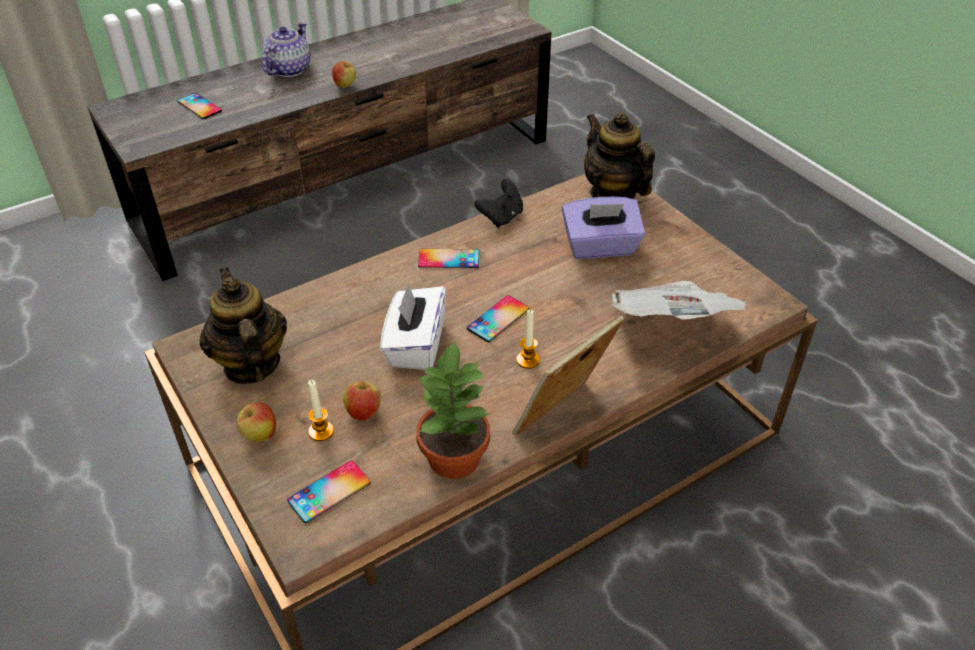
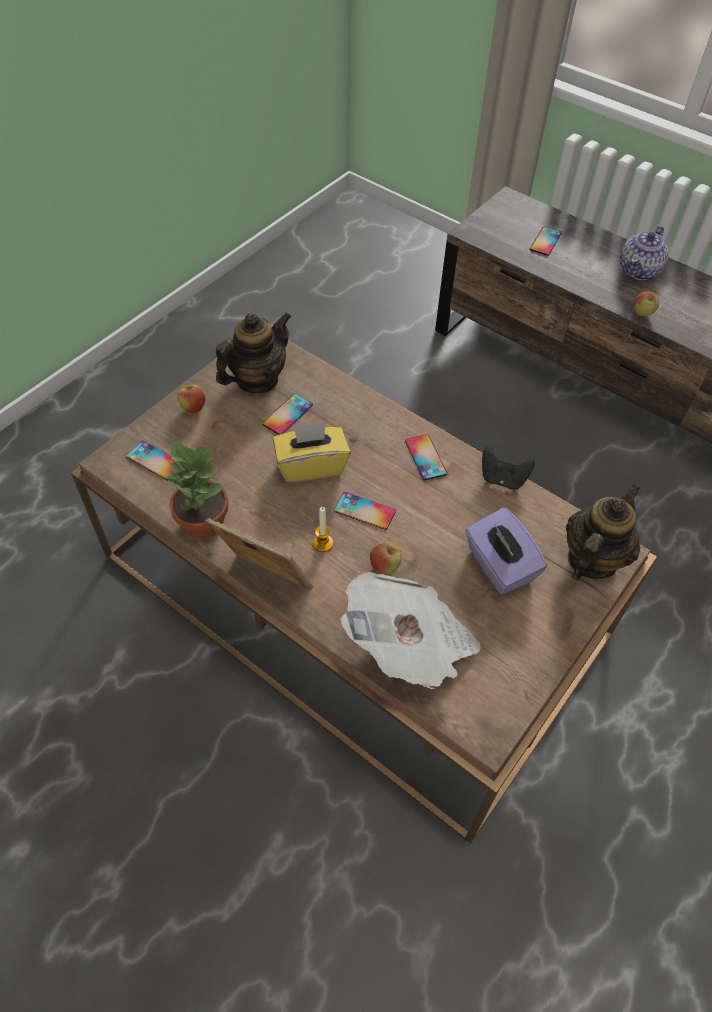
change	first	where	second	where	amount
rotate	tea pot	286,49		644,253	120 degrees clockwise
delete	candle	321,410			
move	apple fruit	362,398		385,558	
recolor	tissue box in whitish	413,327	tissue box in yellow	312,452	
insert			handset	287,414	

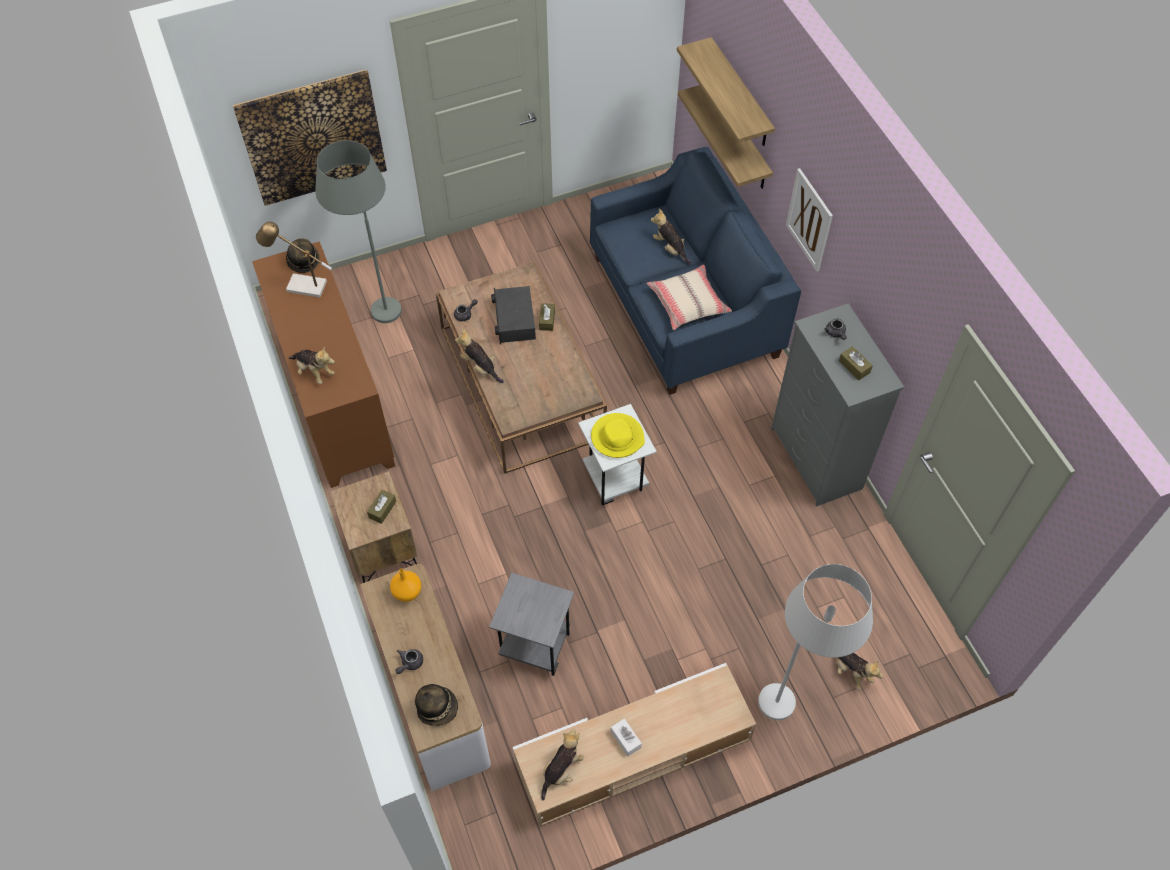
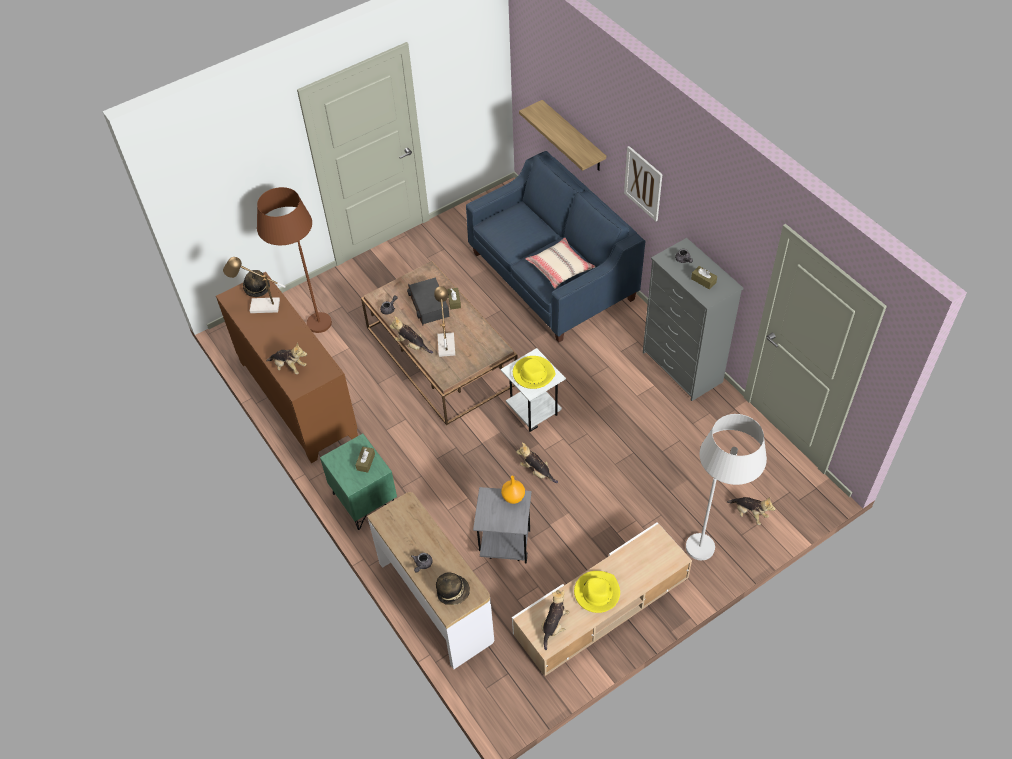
change	first	where	second	where	amount
delete	wall art	310,137			
recolor	floor lamp in greyish	358,231	floor lamp in brown	294,260	
recolor	nightstand in brown	373,527	nightstand in green-coloured	358,482	
move	flower vase in orangey	405,585		513,490	
replace	tissue box in whitish	626,737	hat in yellow	597,592	
move	plush toy	671,236		537,463	
delete	shelf	726,91			
insert			lamp for a table	444,321	

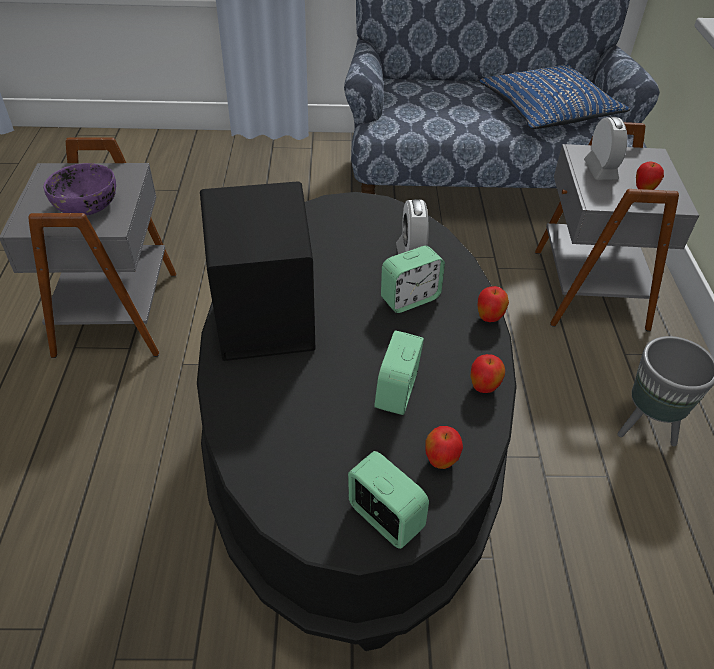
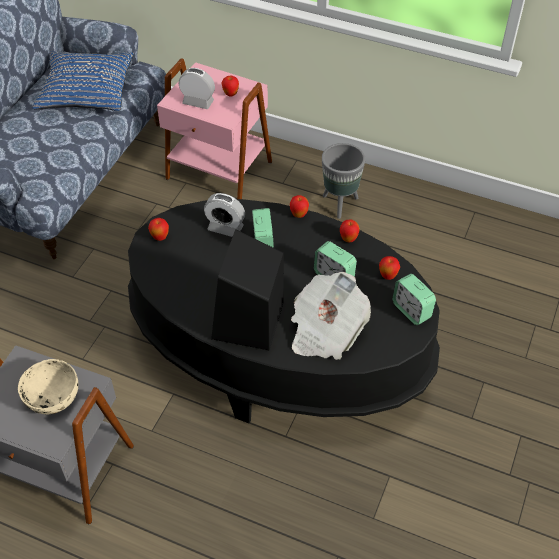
change	first	where	second	where	amount
recolor	deep dish in purplish	79,189	deep dish in sand-coloured	48,386	
rotate	alarm clock	388,500		414,299	105 degrees counterclockwise
recolor	side table in greyish	617,227	side table in pink-coloured	214,128	
insert			apple fruit	158,229	
insert			daily paper	331,316	

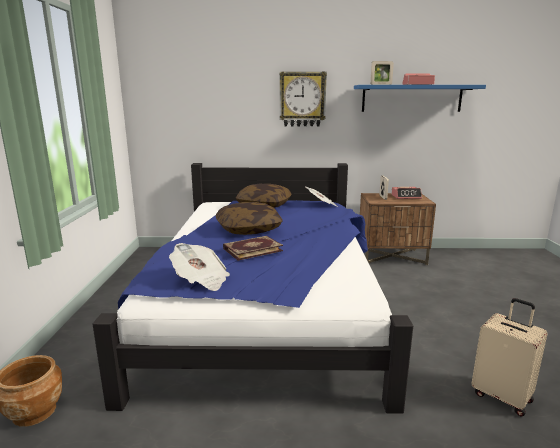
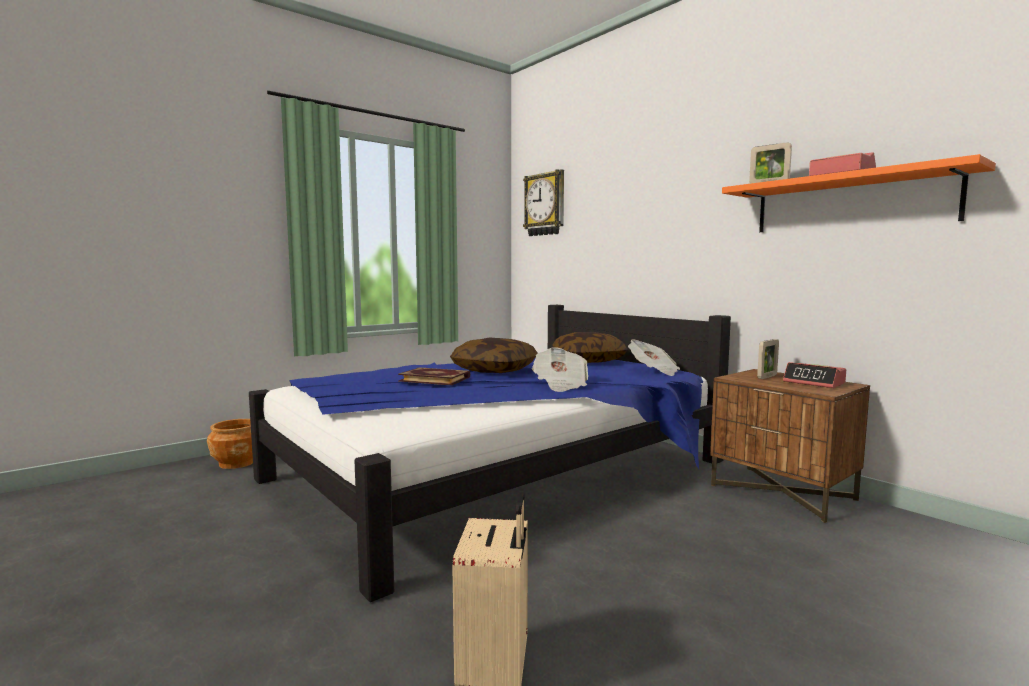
change	first	where	second	where	amount
move	daily paper	199,267		560,369	
move	hanging clock	303,98		543,202	
recolor	shelf in blue-coloured	420,98	shelf in orangey	859,193	

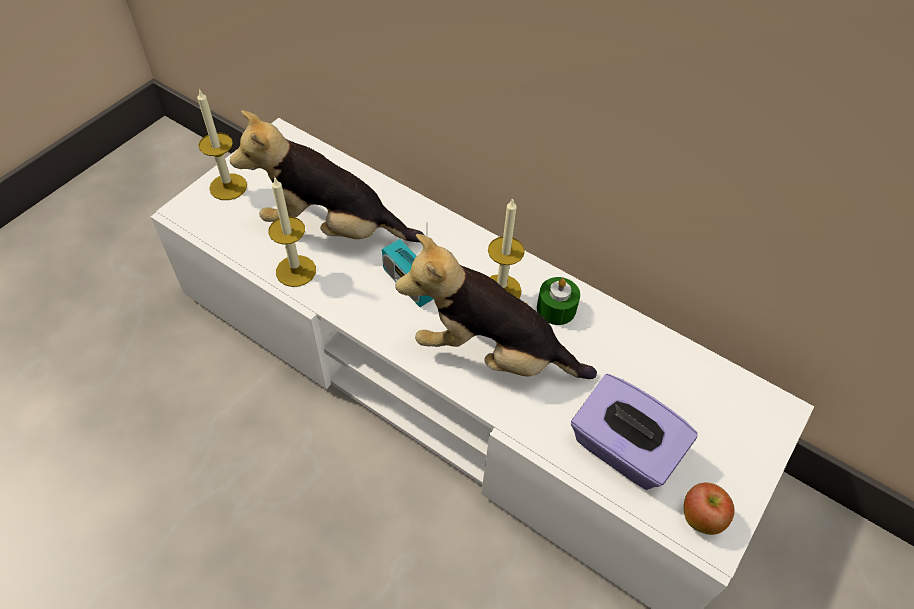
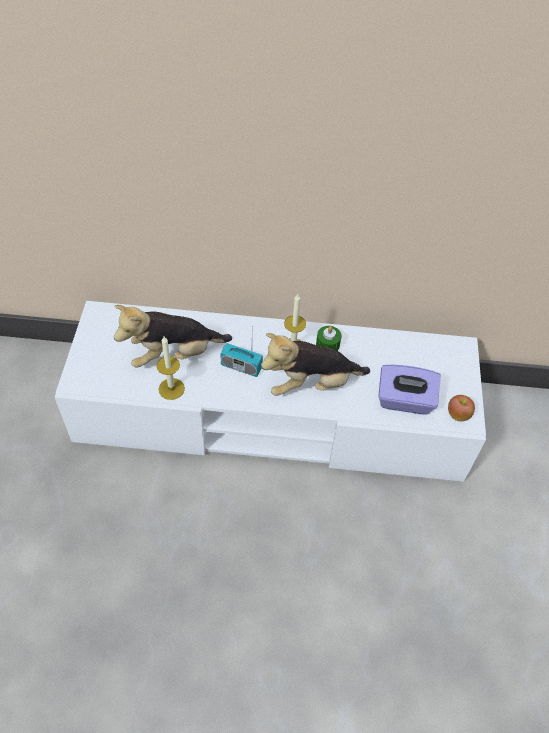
change	first	where	second	where	amount
delete	candle	222,144			

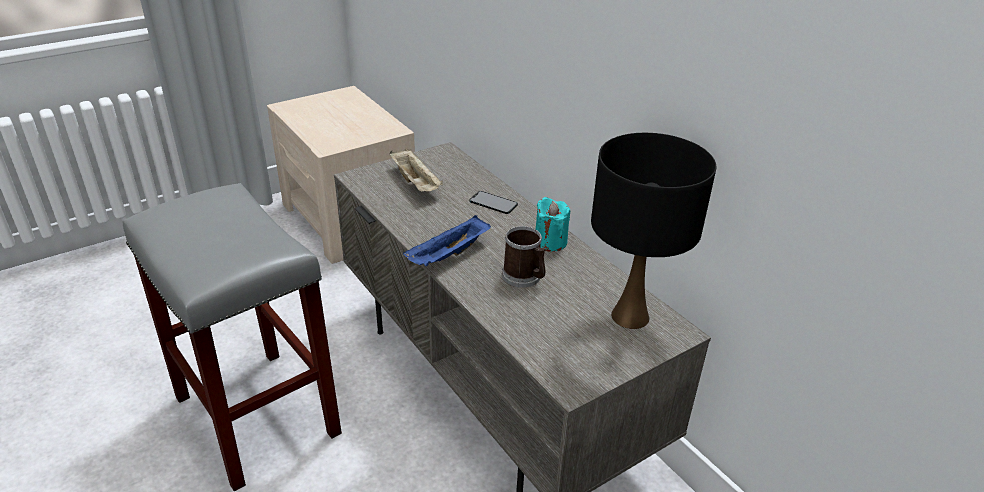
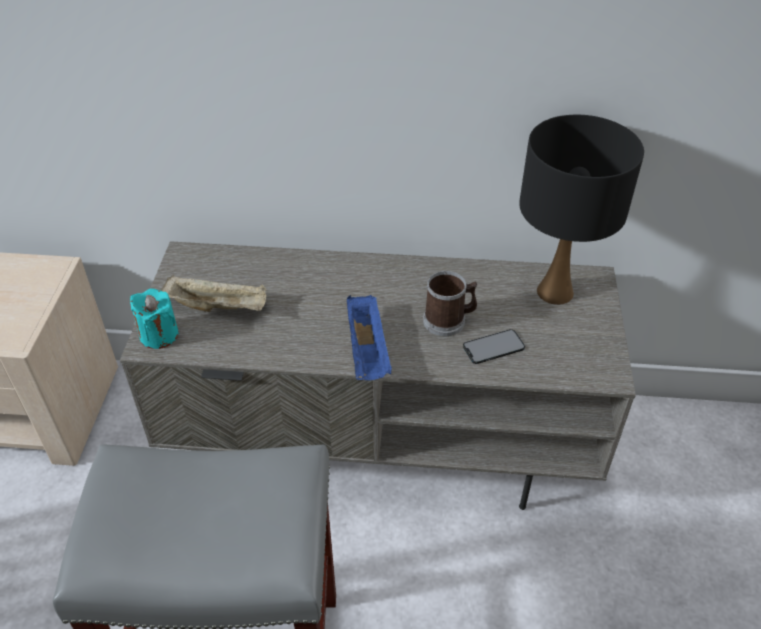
change	first	where	second	where	amount
move	handset	493,202		494,346	
move	candle in turquoise	553,224		154,318	

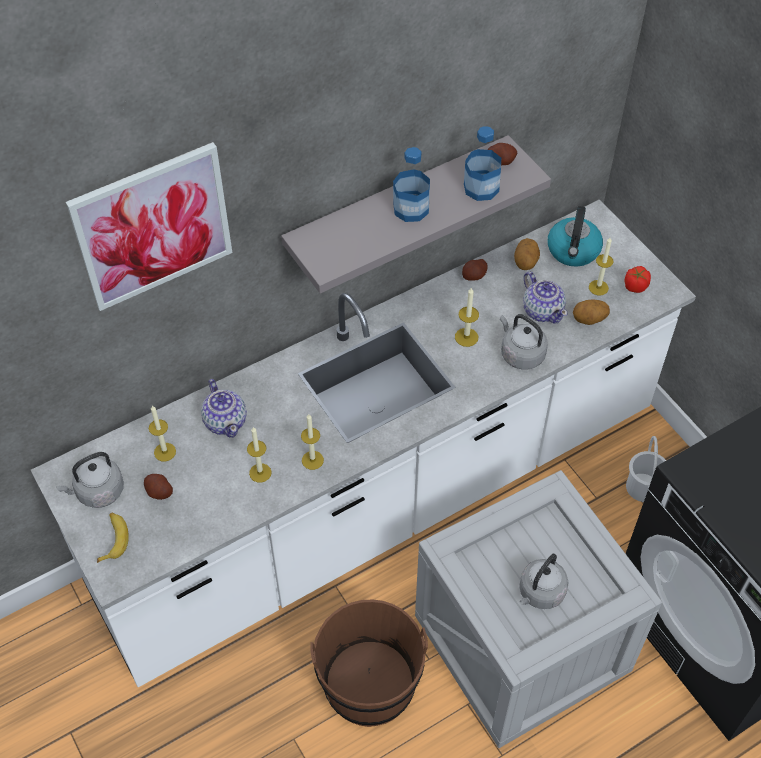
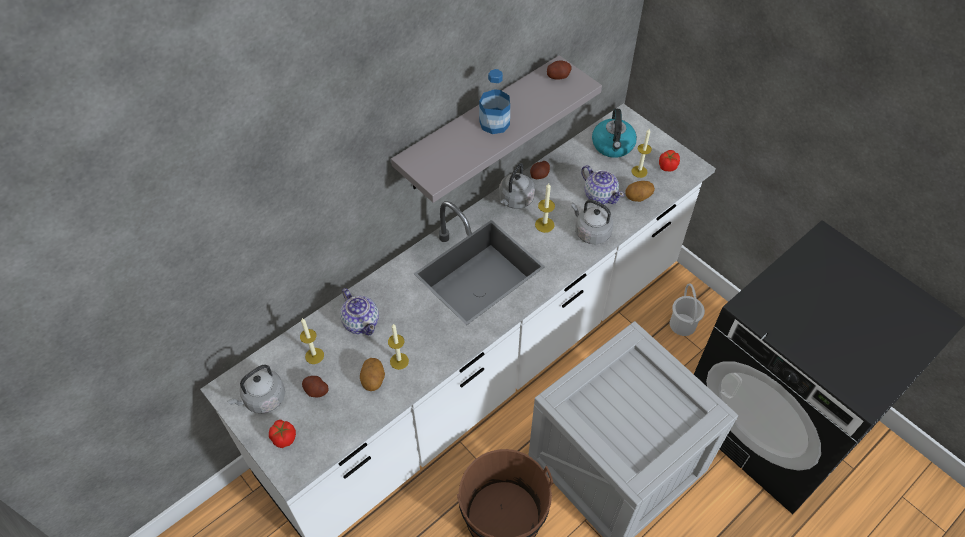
change	first	where	second	where	amount
delete	wall art	149,226			
replace	whole banana	113,538	tomato	282,434	
delete	candle	312,442			
delete	bottle	482,163			
move	potato	527,254		372,374	
move	kettle in greyish	543,581		517,186	

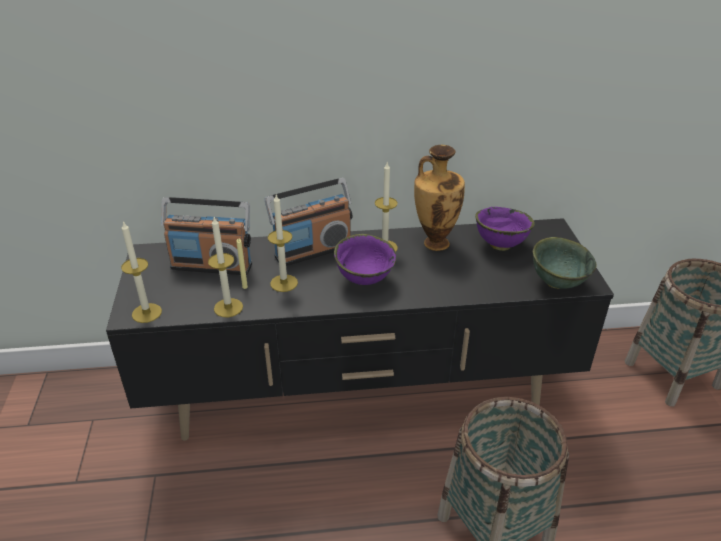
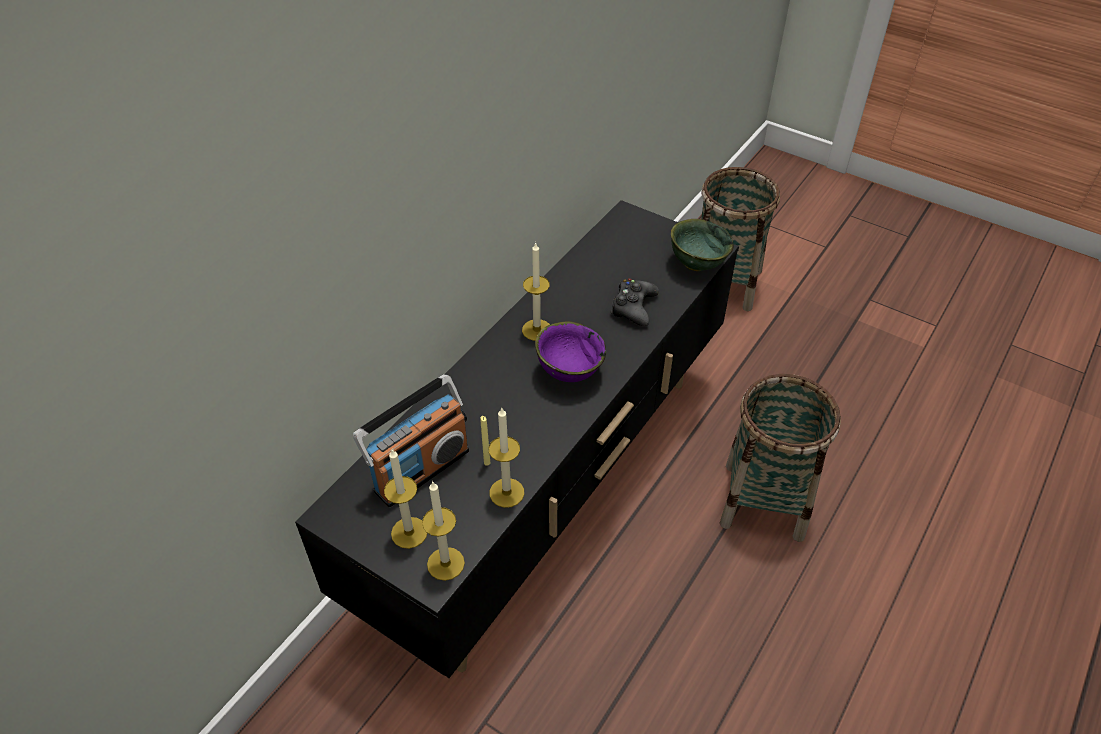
change	first	where	second	where	amount
delete	radio receiver	309,222			
move	candle	283,243		405,499	
delete	flower vase	439,197			
delete	deep dish in purplish	505,229			
insert			joypad in black-coloured	634,302	

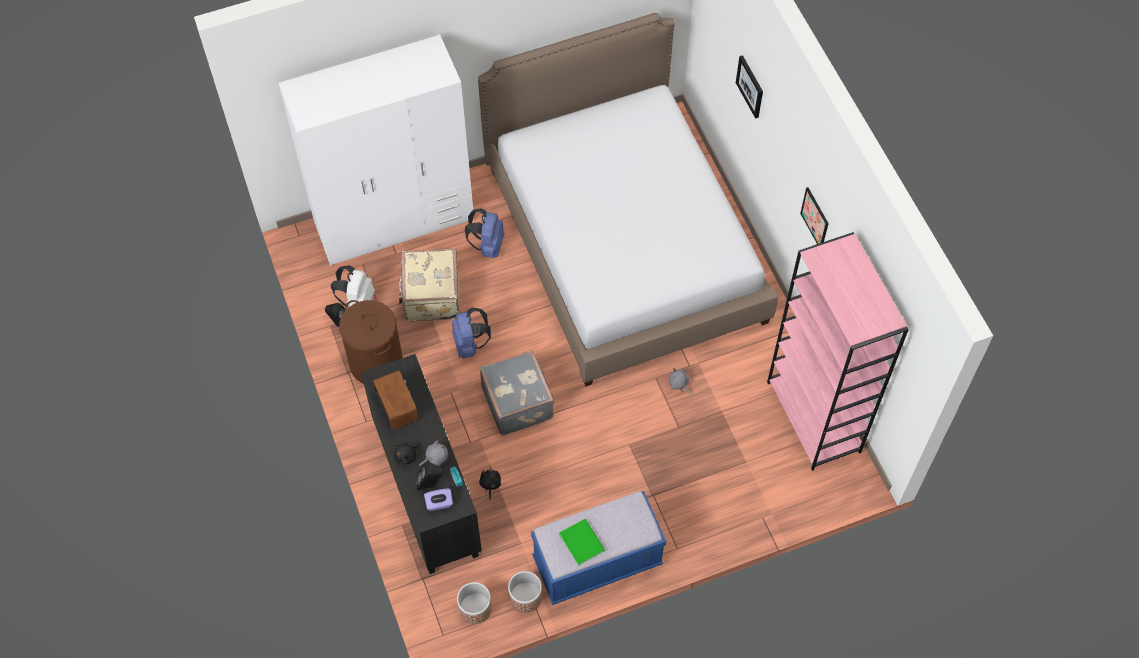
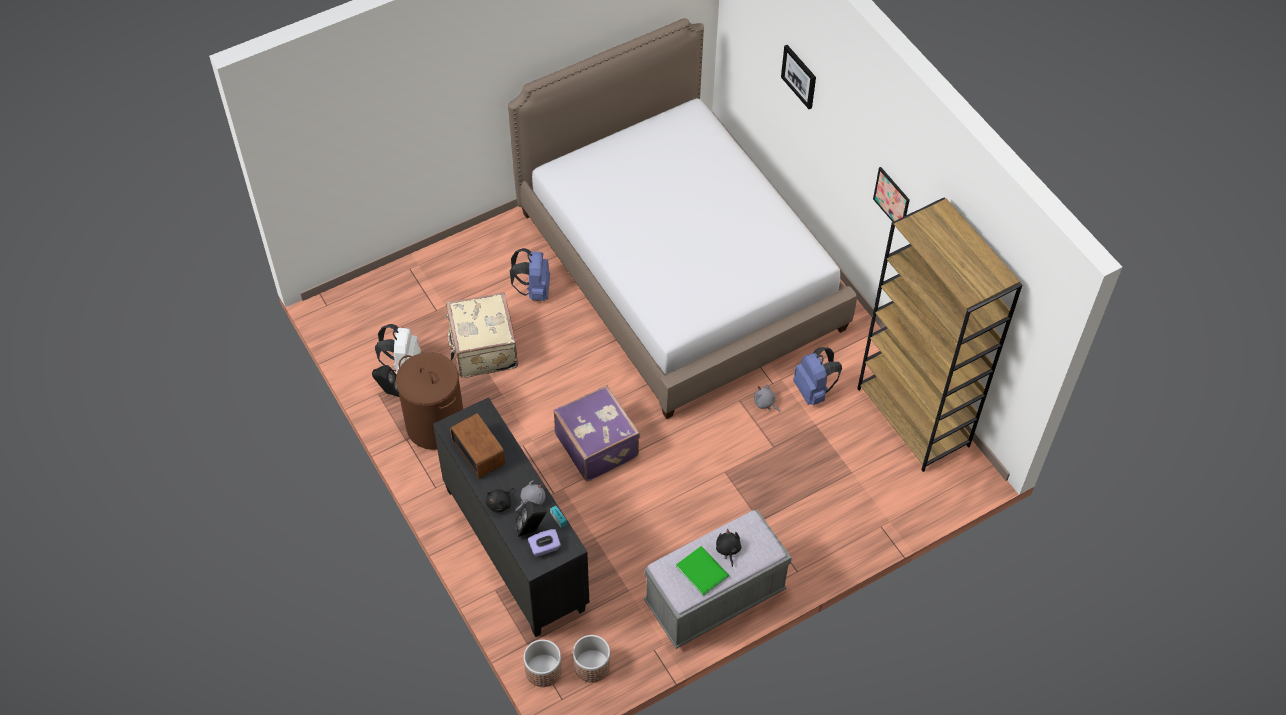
change	first	where	second	where	amount
delete	wardrobe in whitish	376,150			
move	backpack in blue-coloured	471,333		817,376	
move	plush toy in black-coloured	490,483		728,548	
recolor	travel case in greyish	517,393	travel case in purplish	596,433	
move	plant pot	525,592		543,663	
recolor	indoor bench in blue-coloured	598,548	indoor bench in greyish	718,579	
recolor	bookcase in pink-coloured	838,351	bookcase in brown	939,334	

